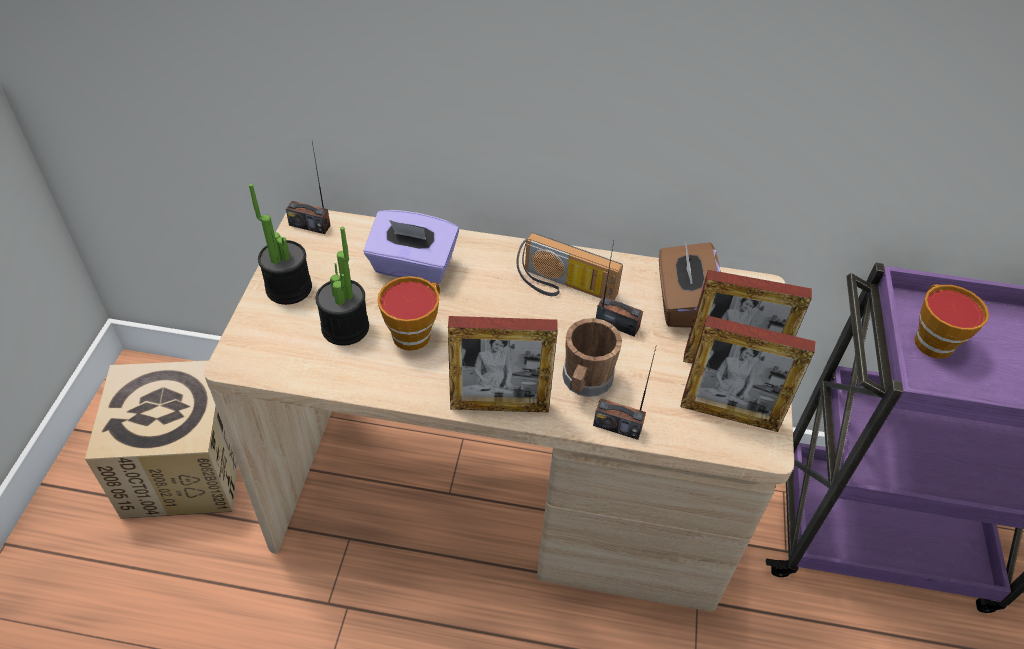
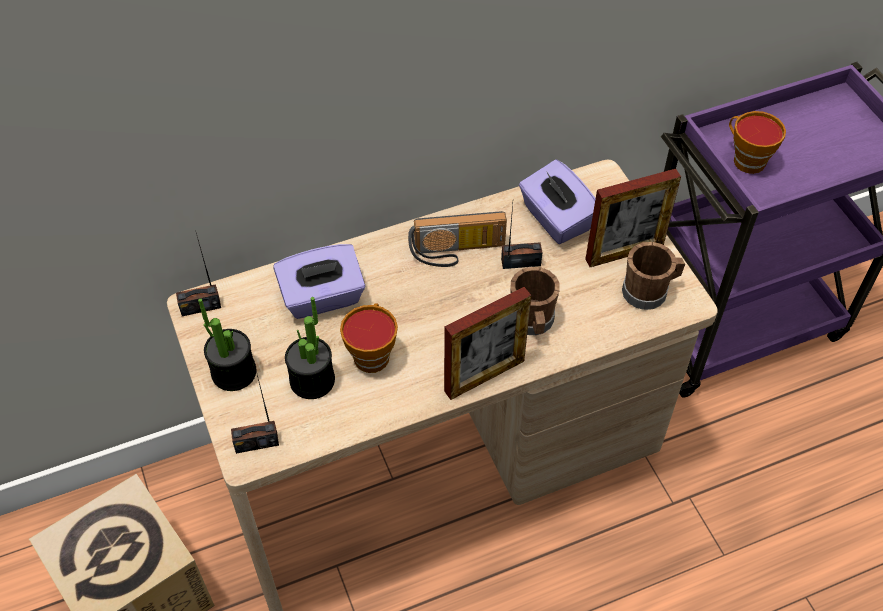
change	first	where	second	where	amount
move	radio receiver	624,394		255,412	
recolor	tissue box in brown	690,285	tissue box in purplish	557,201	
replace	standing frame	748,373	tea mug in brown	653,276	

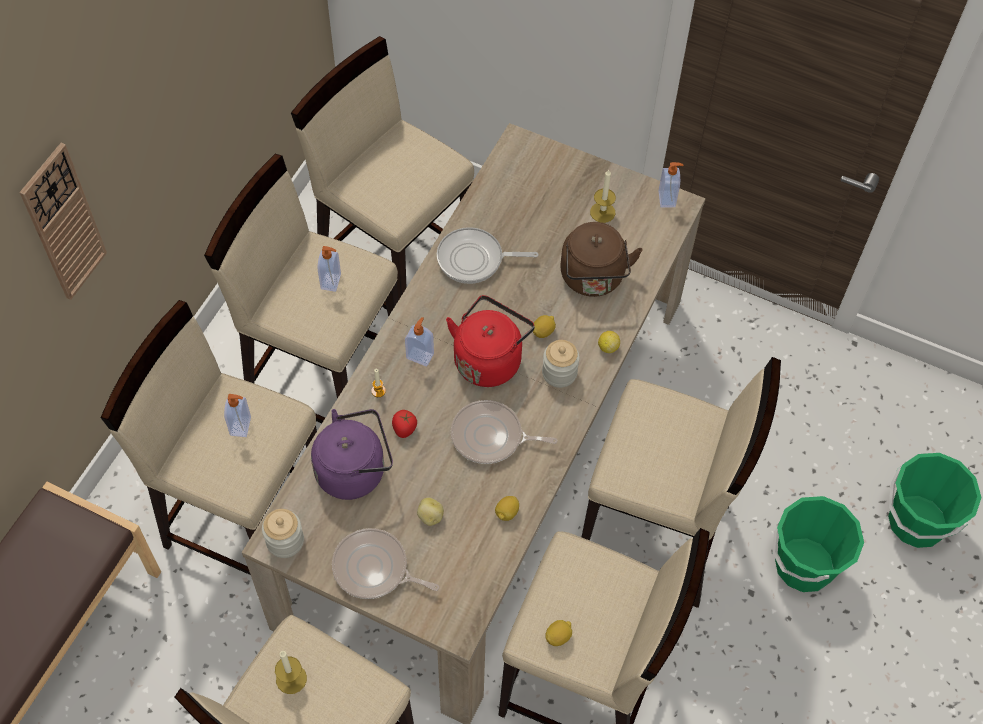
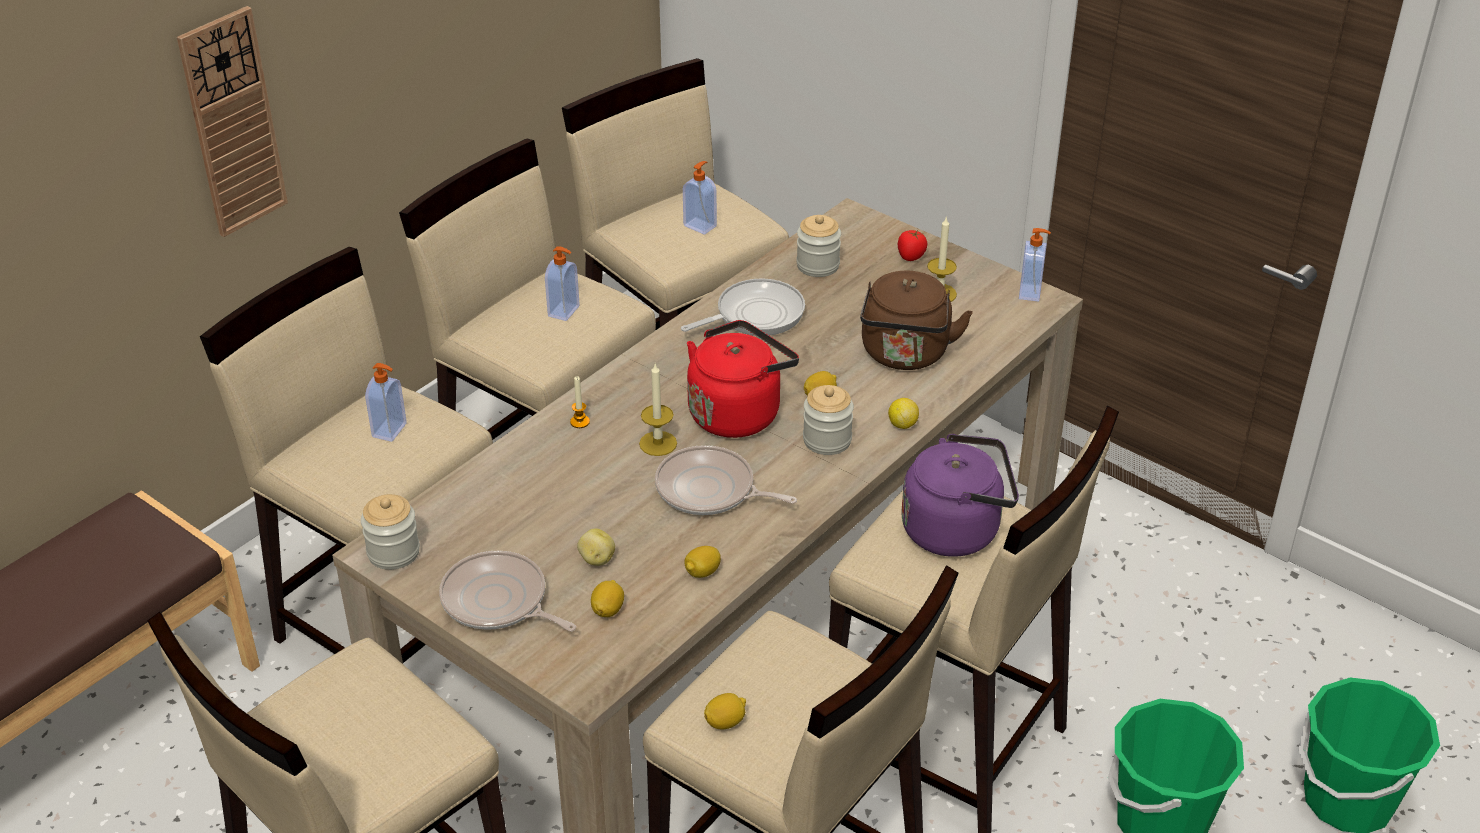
change	first	where	second	where	amount
move	candle	291,672		658,409	
move	kettle in purplish	352,454		960,495	
move	tomato	404,424		913,245	
move	soap bottle	419,341		700,197	
rotate	skillet	488,255		743,307	135 degrees clockwise
insert			citrus fruit	607,598	
insert			storage jar	818,246	

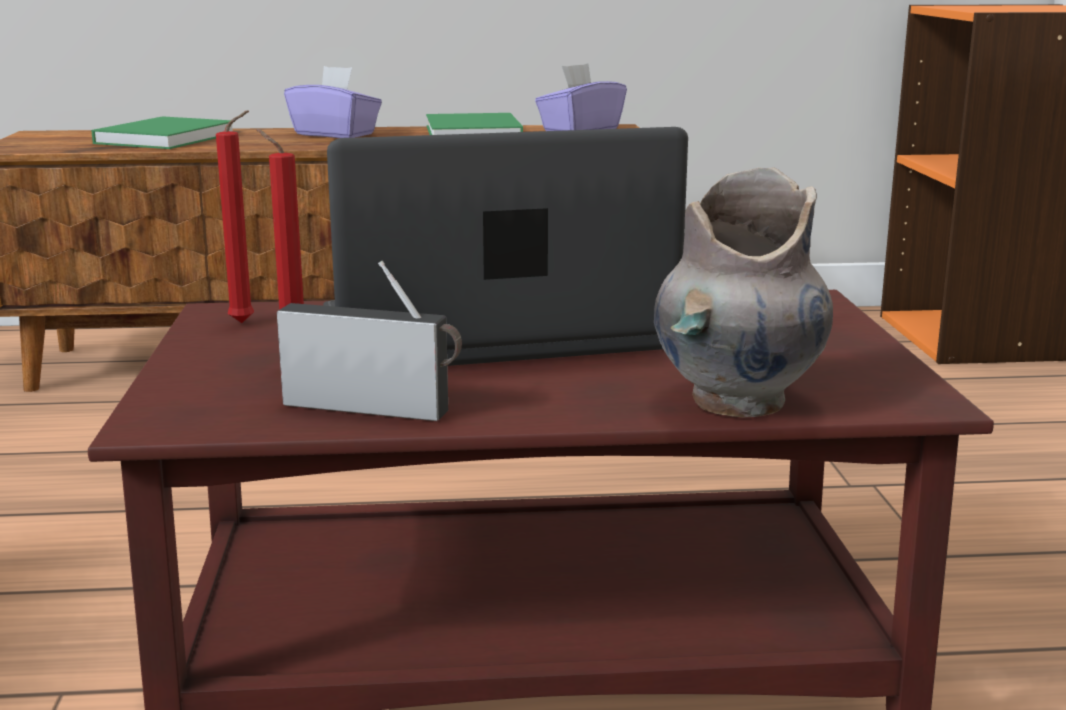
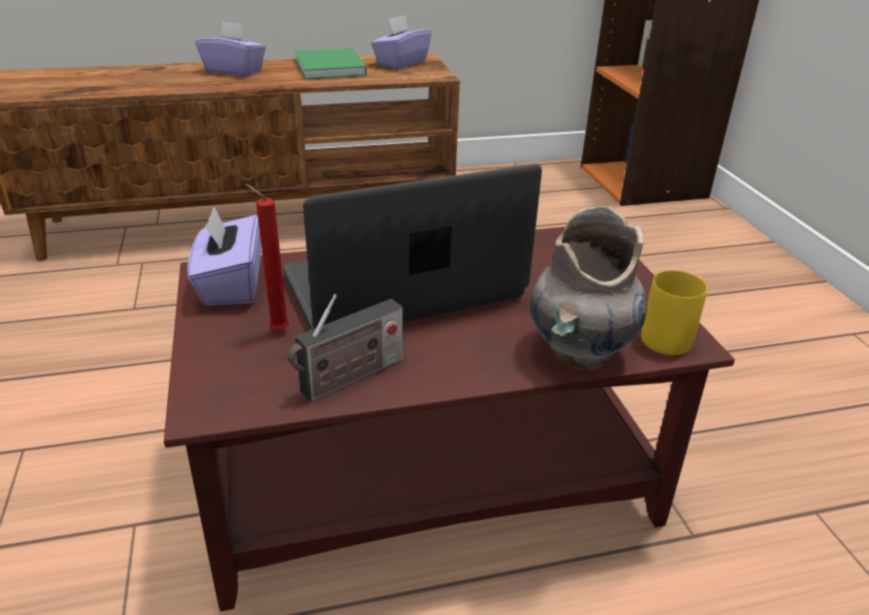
change	first	where	second	where	amount
delete	bound book in green-coloured	163,132			
replace	candle in red-coloured	235,216	tissue box in purplish	224,256	
rotate	radio receiver	369,341		345,348	135 degrees clockwise
insert			tea mug in yellow	674,312	

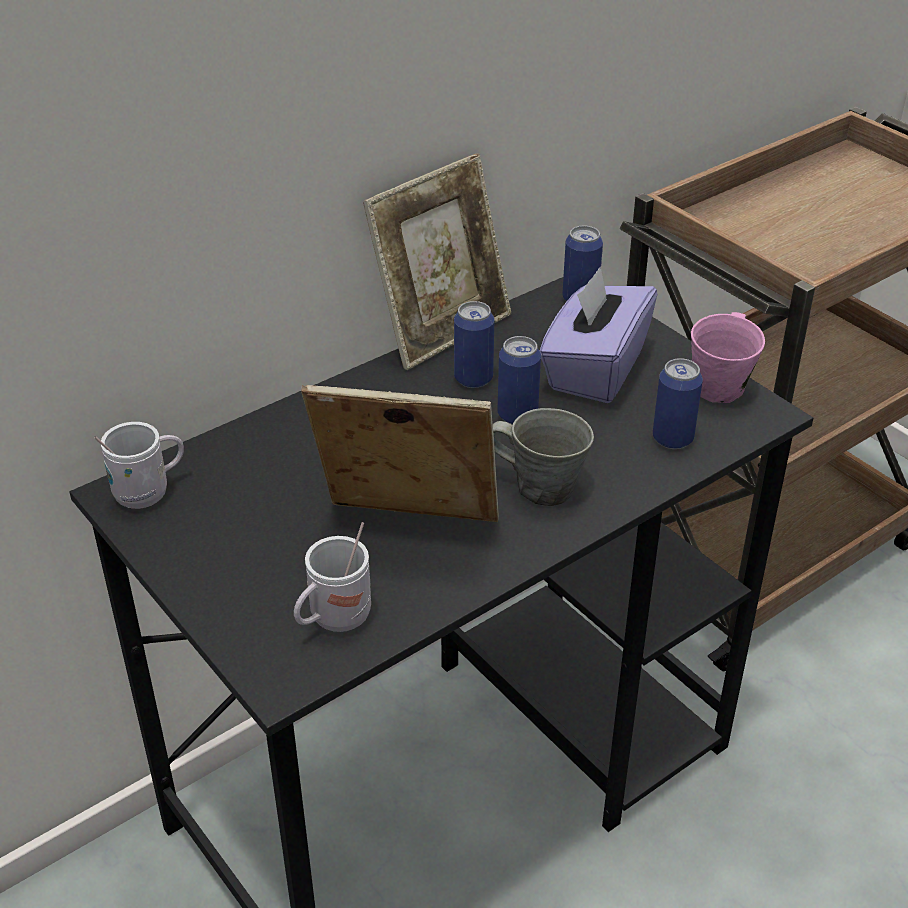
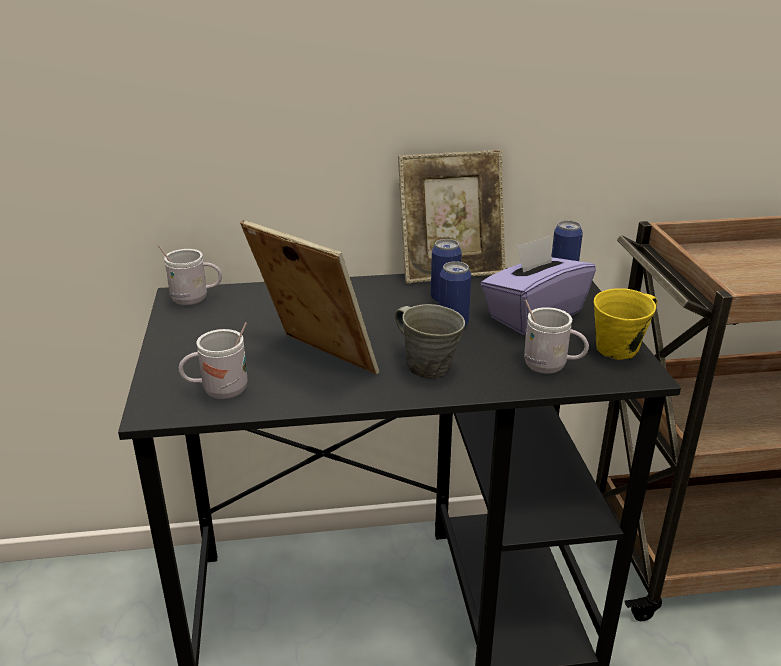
change	first	where	second	where	amount
replace	sealed can	678,403	tea mug in whitish	556,337	
recolor	tea mug in pink-coloured	728,357	tea mug in yellow	625,324	

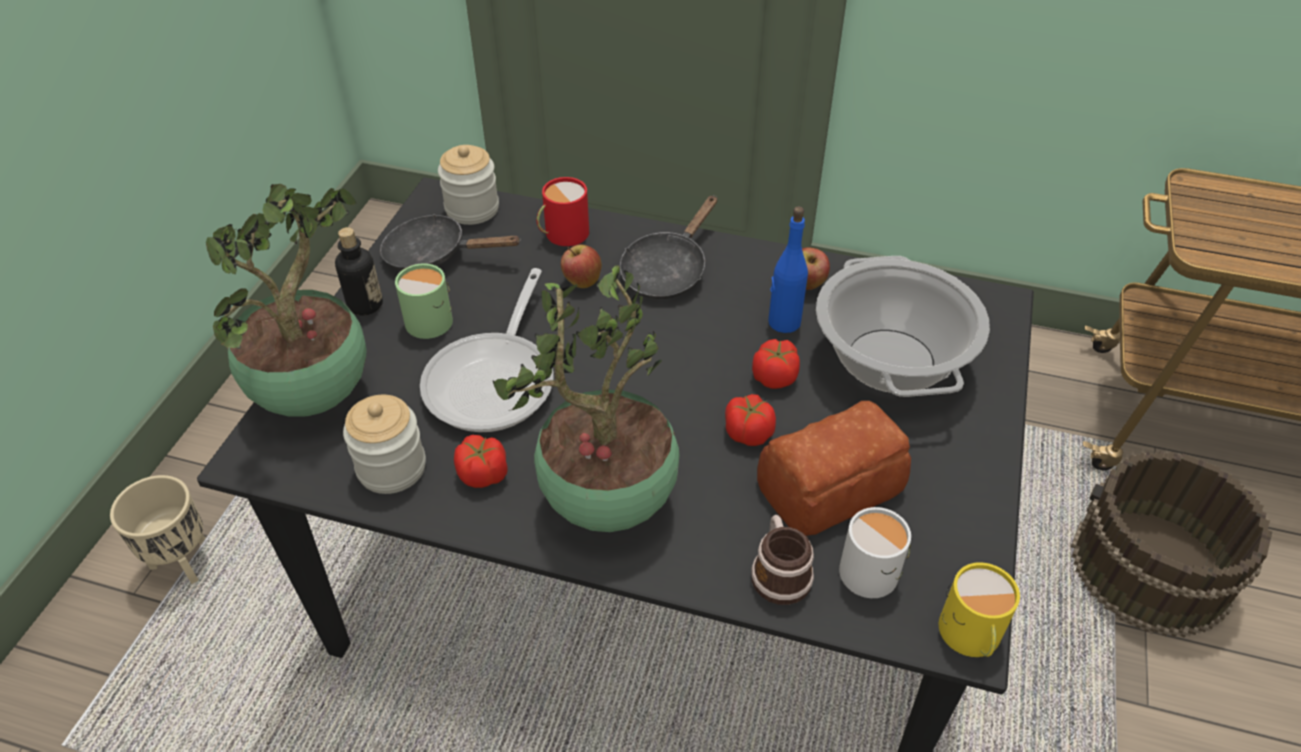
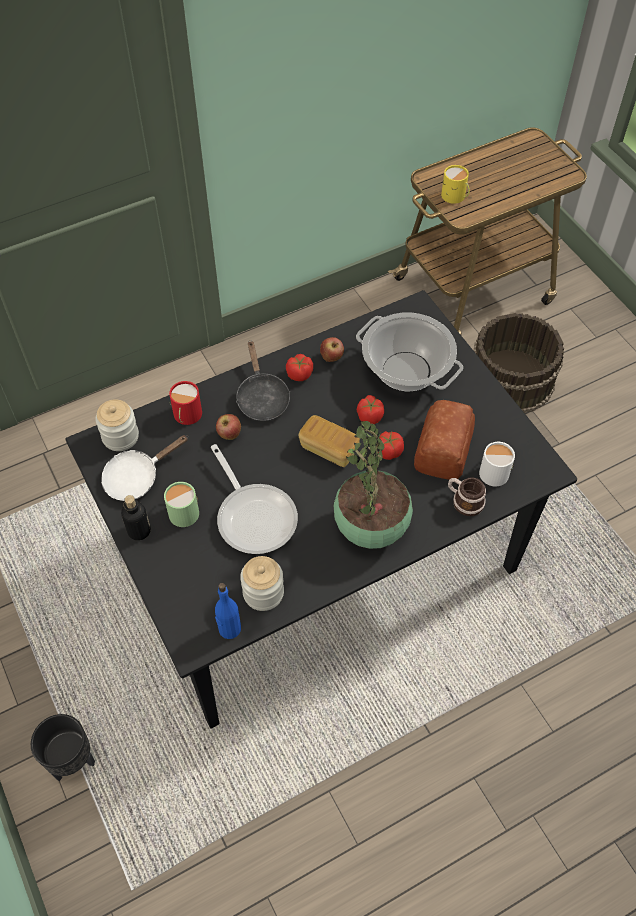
change	first	where	second	where	amount
recolor	plant pot in sand-coloured	157,529	plant pot in black-coloured	63,747	
delete	houseplant	286,300			
recolor	skillet in black-coloured	450,242	skillet in whitish	144,468	
move	tomato	481,461		299,367	
move	bottle in blue-coloured	788,270		228,611	
move	tea mug in yellow	979,609		455,184	
insert			bakery bread	329,441	

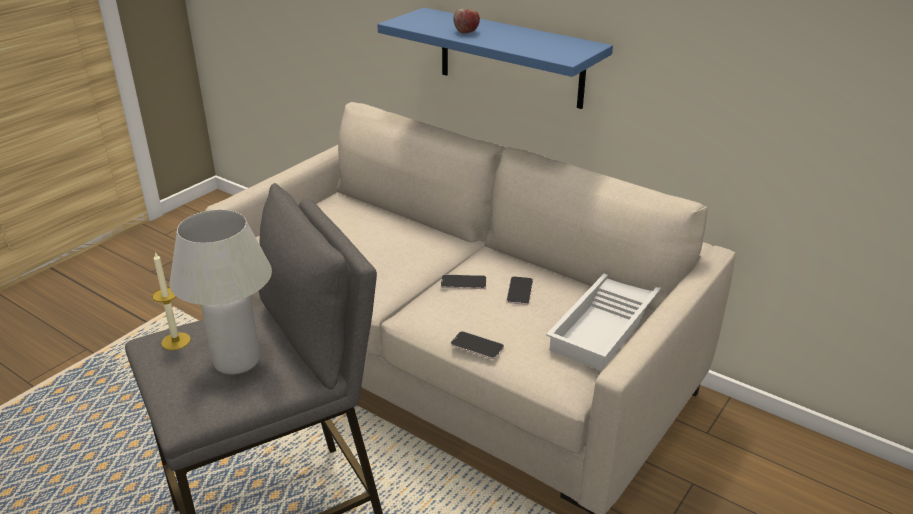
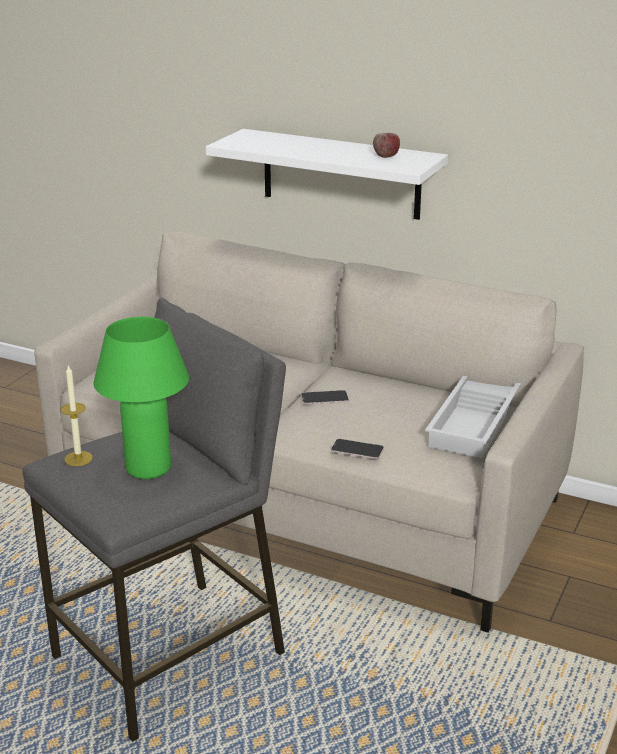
change	first	where	second	where	amount
recolor	lamp for a table in whitish	220,292	lamp for a table in green-coloured	141,398	
recolor	shelf in blue-coloured	495,58	shelf in whitish	327,174	
move	apple fruit	466,21		386,145	
delete	handset	519,290			

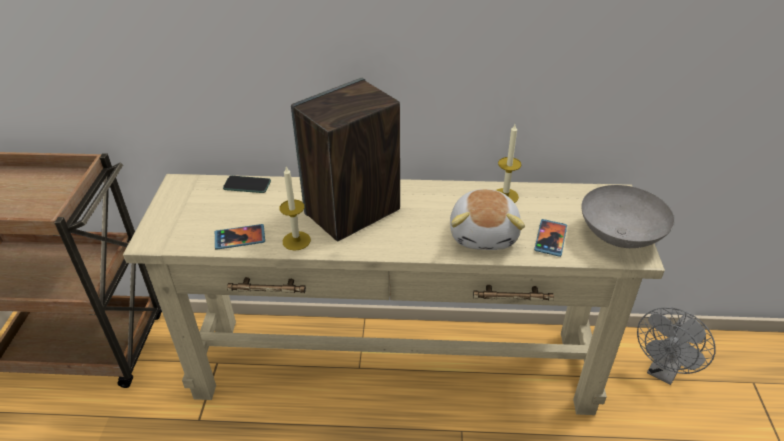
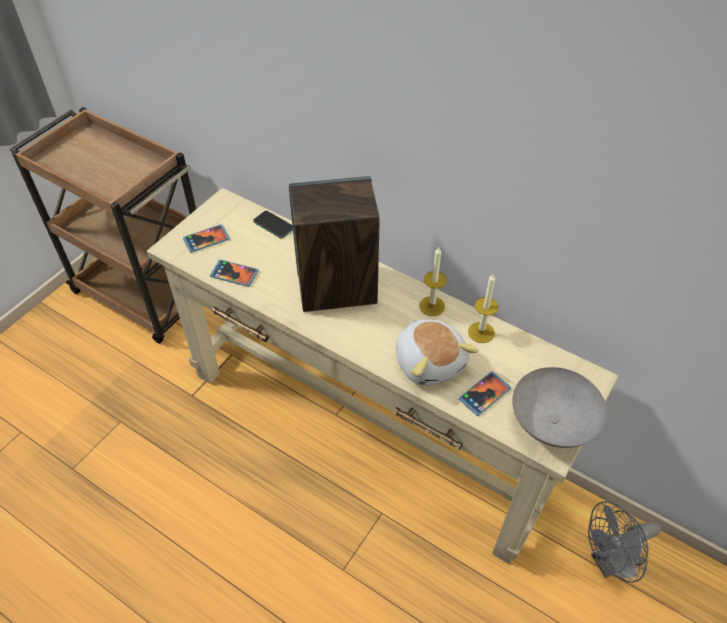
change	first	where	second	where	amount
move	candle	295,209		433,281	
rotate	plush toy	487,219		437,352	60 degrees counterclockwise
insert			handset	206,238	

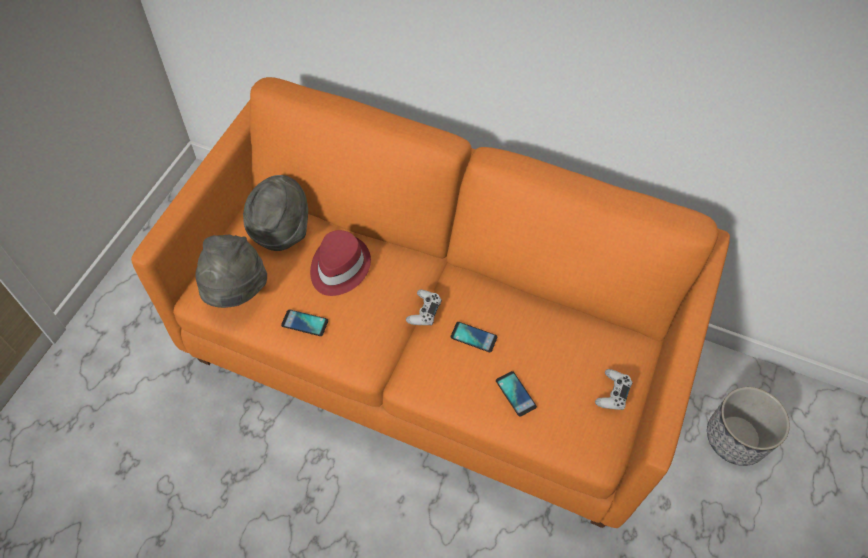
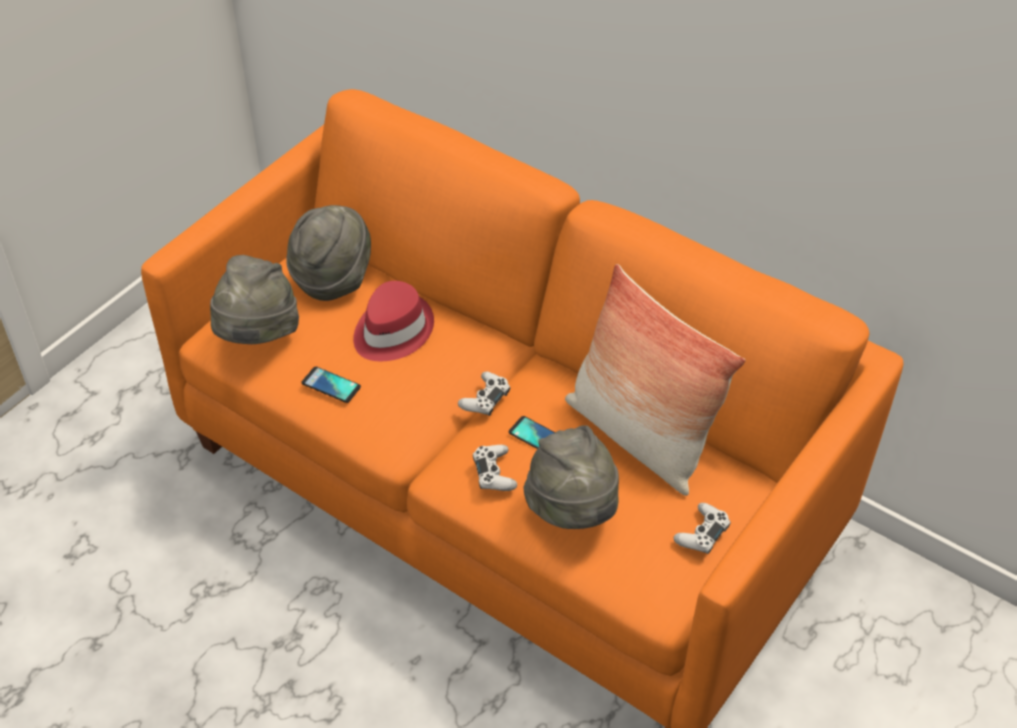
change	first	where	second	where	amount
replace	handset	516,394	hat in greyish	571,477	
delete	plant pot	748,426			
insert			joypad in whitish	495,468	
insert			throw pillow	655,380	

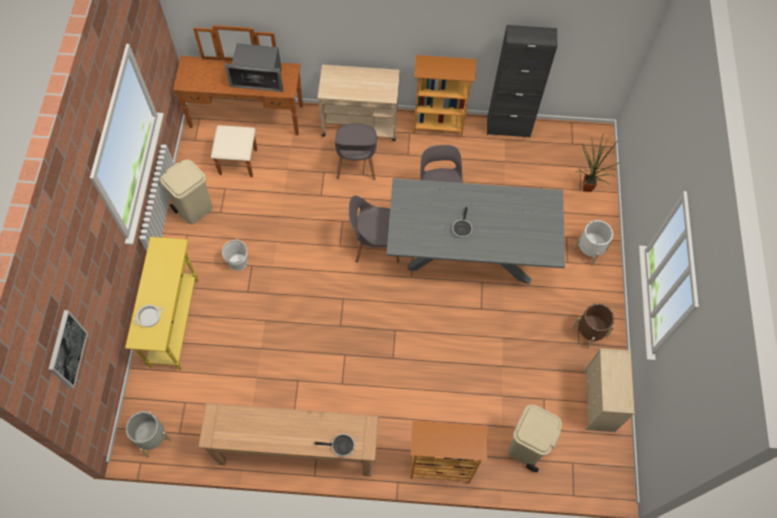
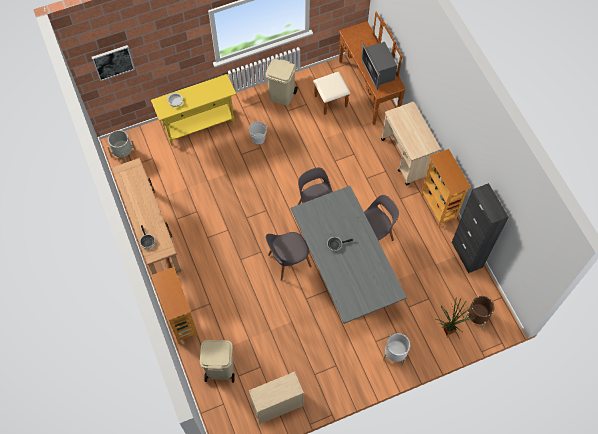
change	first	where	second	where	amount
move	upright chair in greyish	356,151		289,256	
move	plant pot in brown	593,326		479,313	

